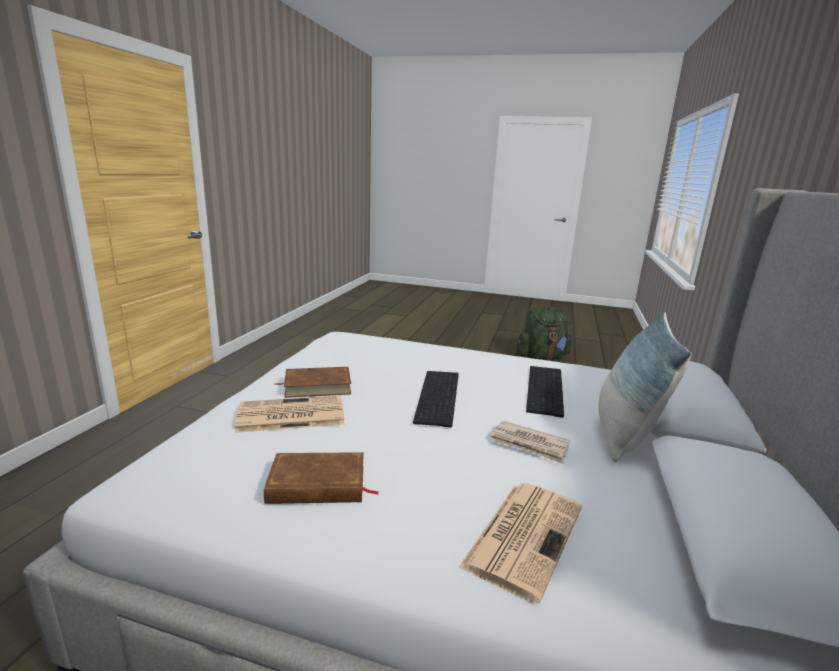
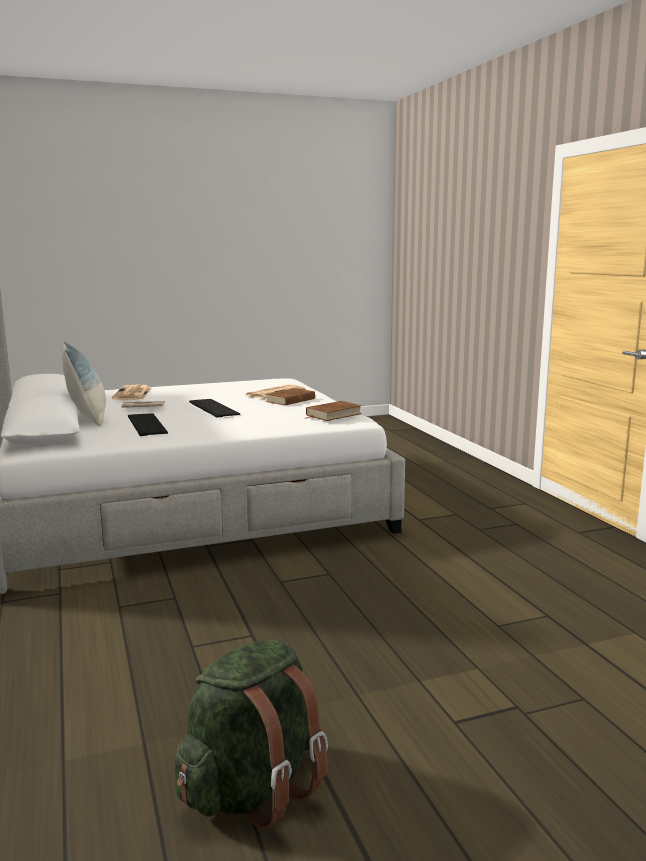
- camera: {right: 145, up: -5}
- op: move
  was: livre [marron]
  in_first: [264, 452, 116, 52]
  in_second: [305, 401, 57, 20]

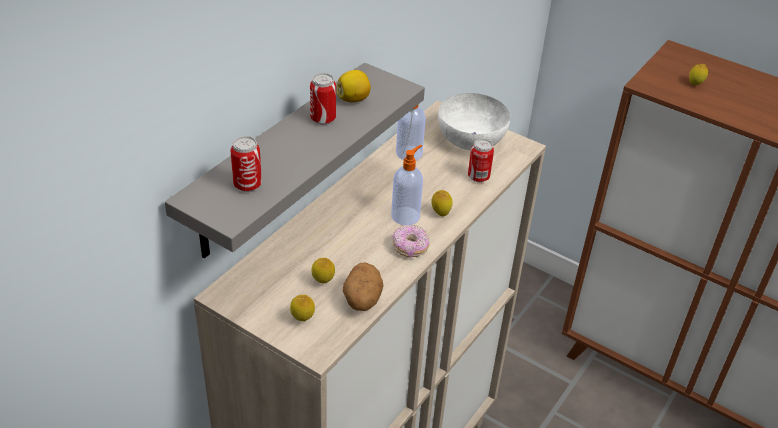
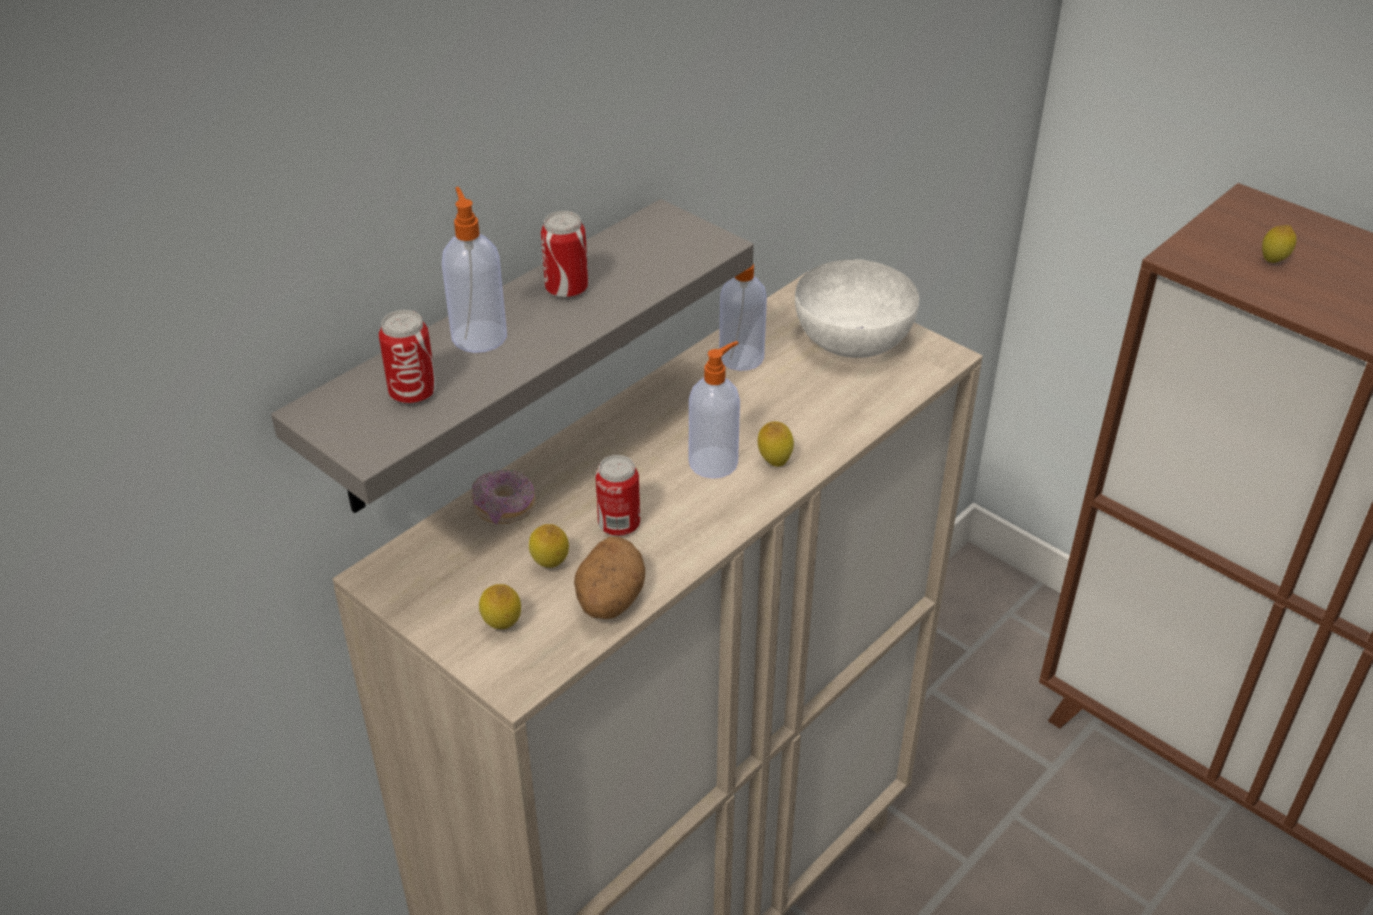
- camera: {right: 10, up: 0}
- op: delete
  was: citron
  in_first: [337, 70, 34, 32]
- op: move
  was: beignet
  in_first: [393, 225, 36, 32]
  in_second: [471, 470, 65, 55]
- op: move
  was: boîte métallique
  in_first: [468, 139, 26, 43]
  in_second: [595, 455, 45, 81]
- op: insert
  now: distributeur de savon
  in_second: [442, 187, 65, 166]

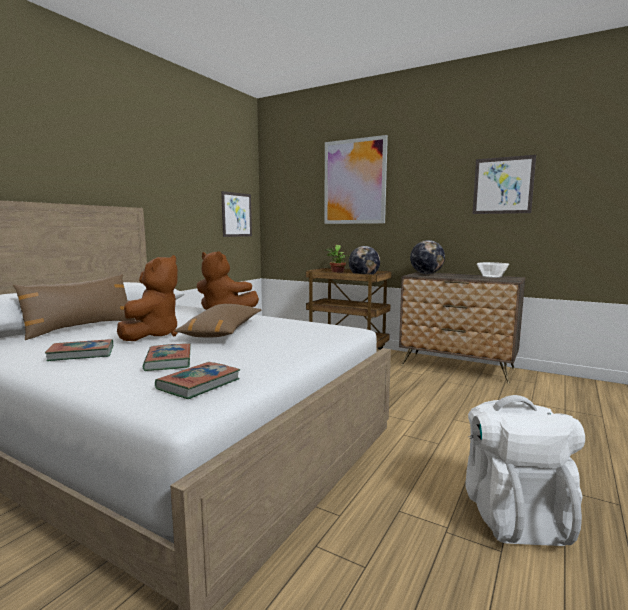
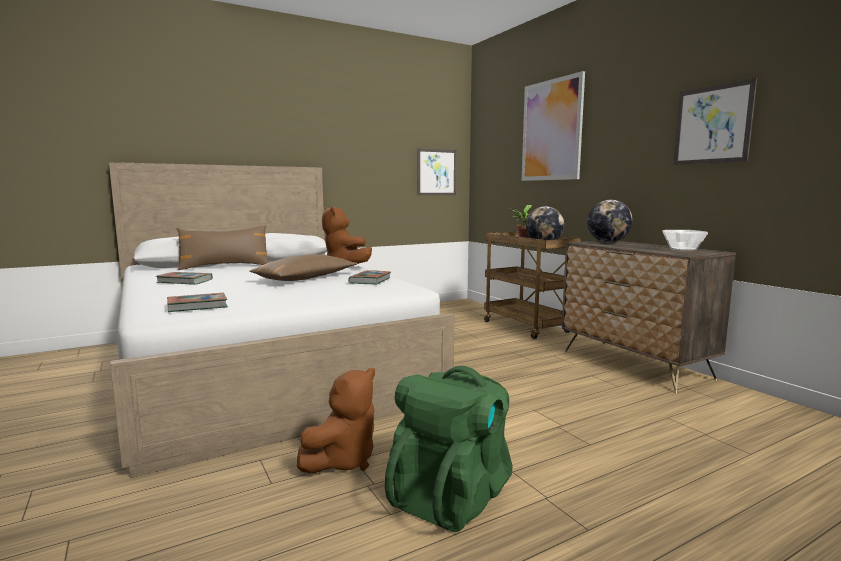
- camera: {right: 30, up: 0}
- op: move
  was: peluche [marron]
  in_first: [117, 255, 61, 86]
  in_second: [297, 368, 78, 106]
- op: move
  was: livre
  in_first: [143, 343, 48, 28]
  in_second: [348, 270, 43, 15]
- op: recolor
  was: sac à dos [blanc]
  now: sac à dos [vert]
  in_first: [465, 395, 120, 151]
  in_second: [385, 366, 128, 166]

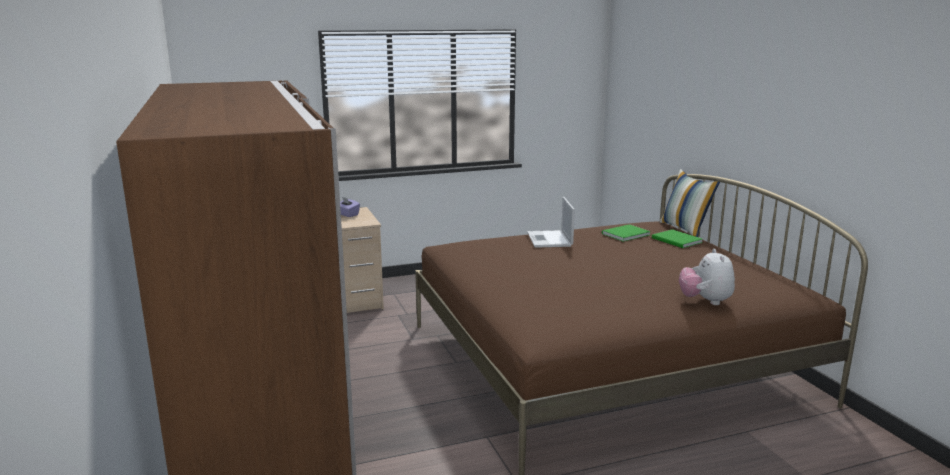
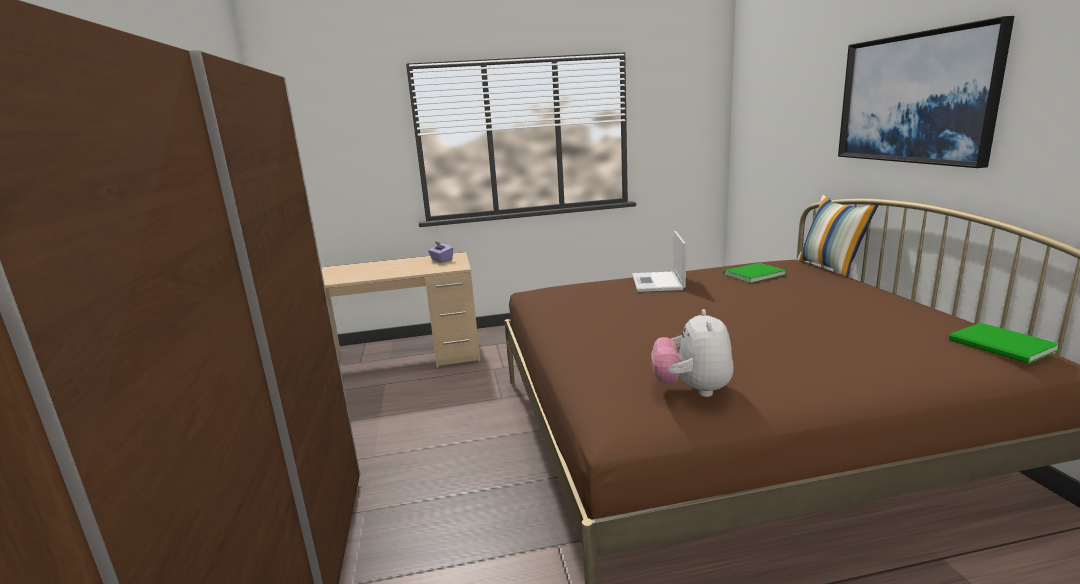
- camera: {right: 10, up: 0}
- op: move
  was: livre [vert]
  in_first: [652, 230, 51, 18]
  in_second: [949, 323, 111, 41]
- op: move
  was: peluche
  in_first: [679, 249, 56, 56]
  in_second: [651, 309, 83, 88]
- op: insert
  now: tableau
  in_second: [838, 16, 176, 152]

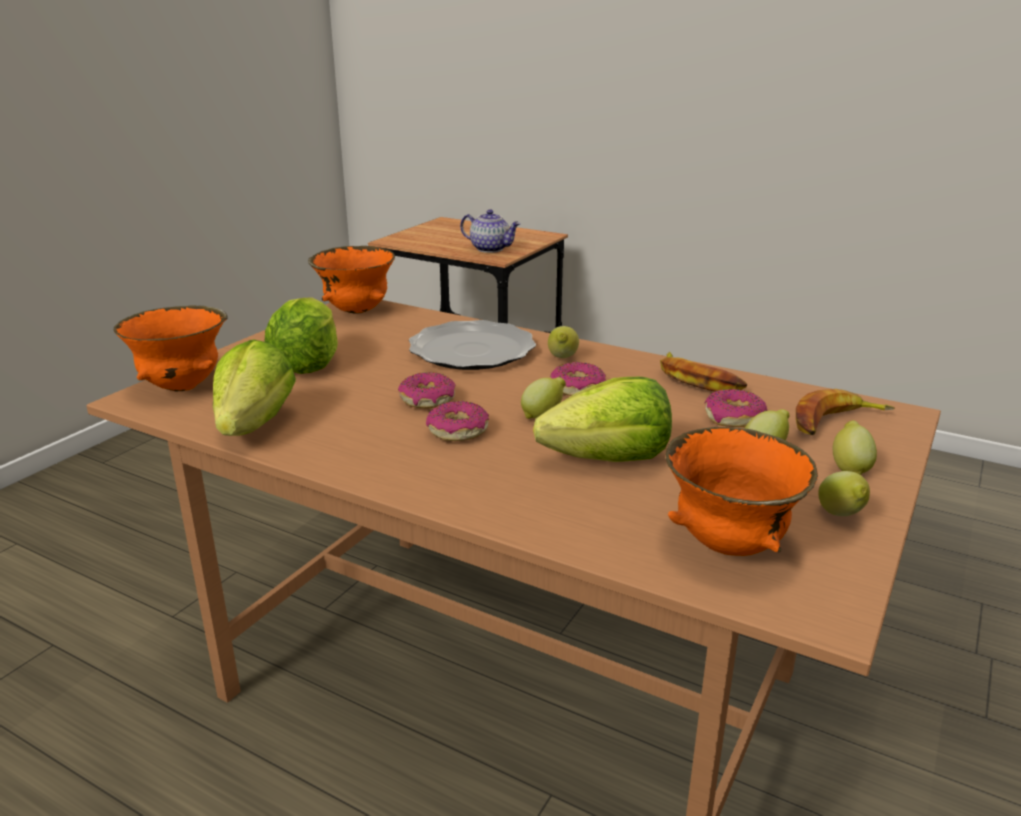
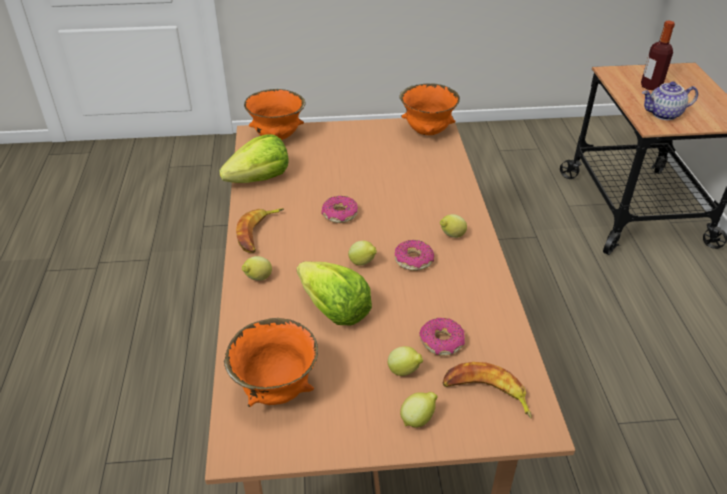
- camera: {right: 55, up: 15}
- op: delete
  was: laitue
  in_first: [264, 298, 74, 76]
- op: delete
  was: assiette
  in_first: [409, 320, 127, 50]
- op: delete
  was: beignet
  in_first: [426, 401, 63, 40]
- op: rotate
  was: théière
  in_first: [460, 209, 61, 44]
  in_second: [642, 81, 56, 39]
  clockwise: 90
- op: move
  was: banane
  in_first: [660, 352, 87, 40]
  in_second: [236, 208, 48, 45]
- op: move
  was: citron
  in_first: [818, 471, 52, 45]
  in_second: [242, 256, 30, 25]
- op: insert
  now: bouteille
  in_second: [641, 21, 34, 69]

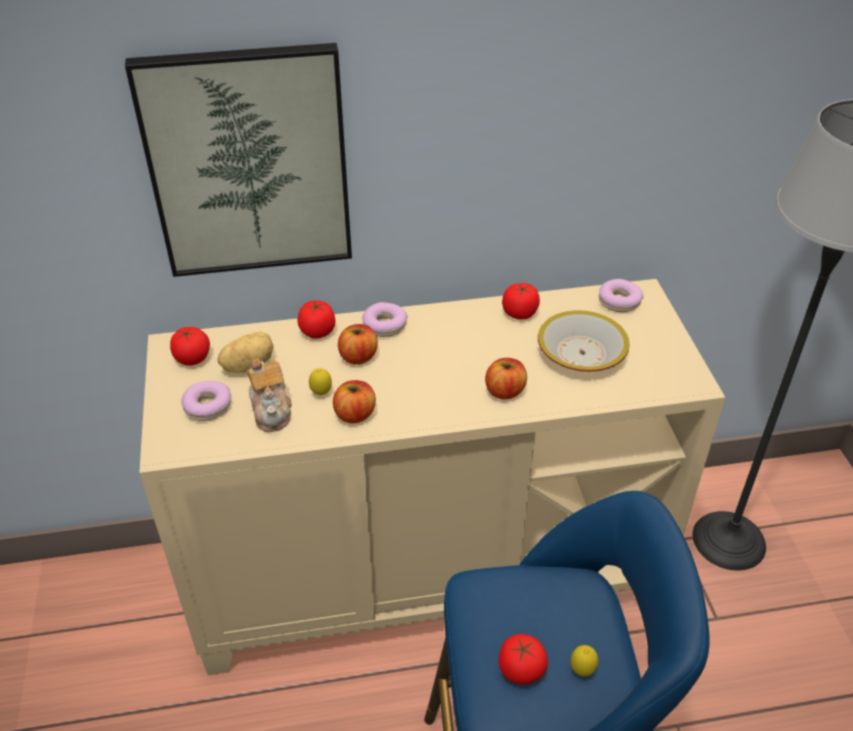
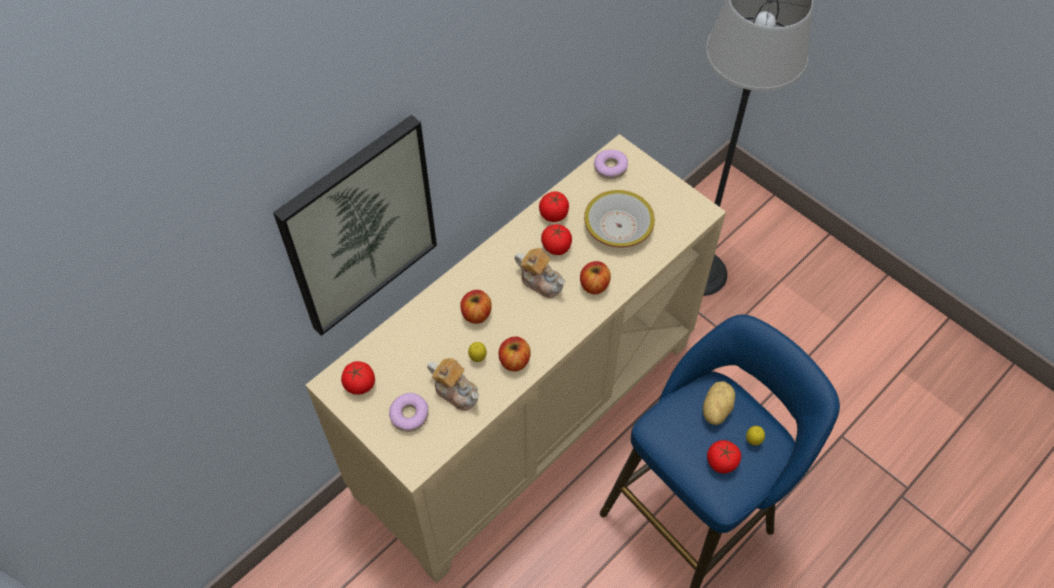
- camera: {right: -35, up: 15}
- op: move
  was: pomme de terre
  in_first: [218, 331, 56, 42]
  in_second: [703, 381, 32, 44]
- op: move
  was: tomate
  in_first: [297, 300, 39, 39]
  in_second: [541, 224, 31, 31]
- op: delete
  was: beignet
  in_first: [362, 302, 46, 35]
- op: insert
  now: théière
  in_second: [514, 248, 51, 50]

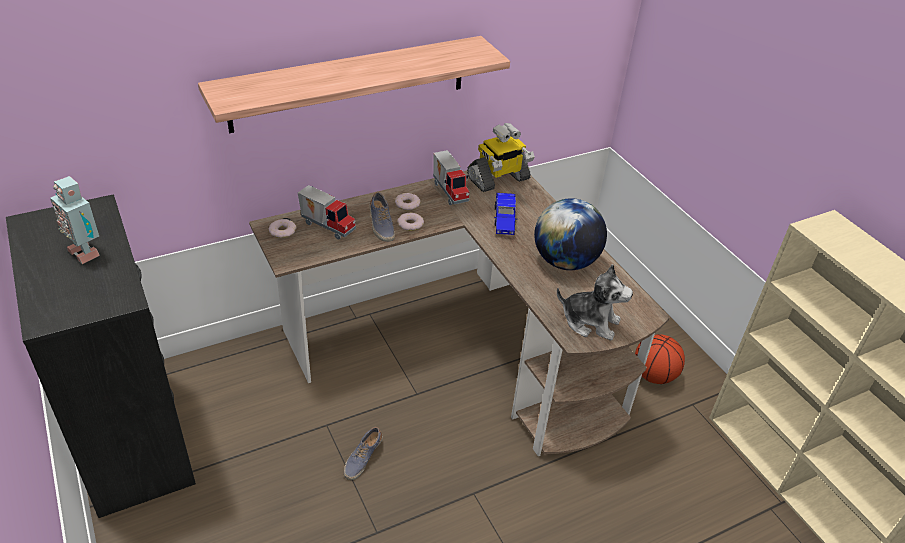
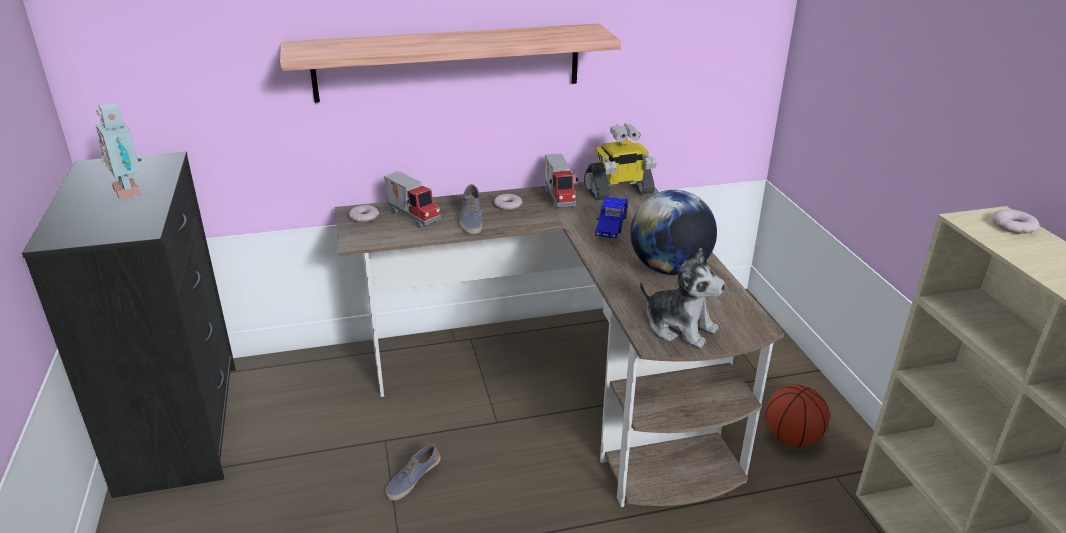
- camera: {right: 15, up: -10}
- op: move
  was: beignet
  in_first: [397, 213, 27, 18]
  in_second: [992, 209, 47, 25]

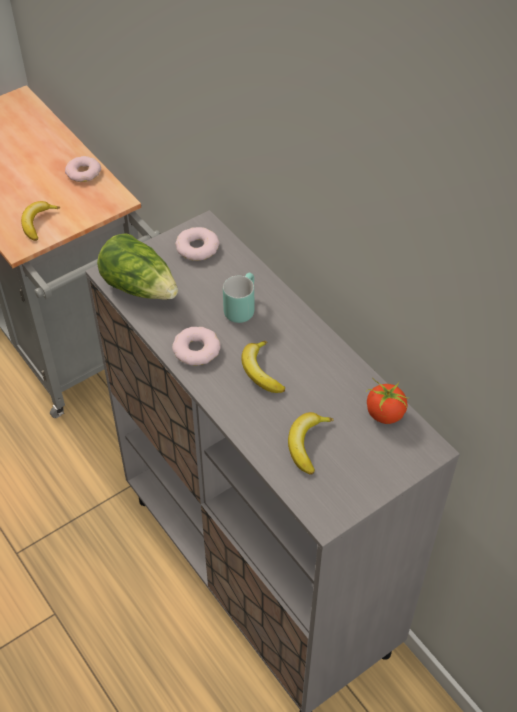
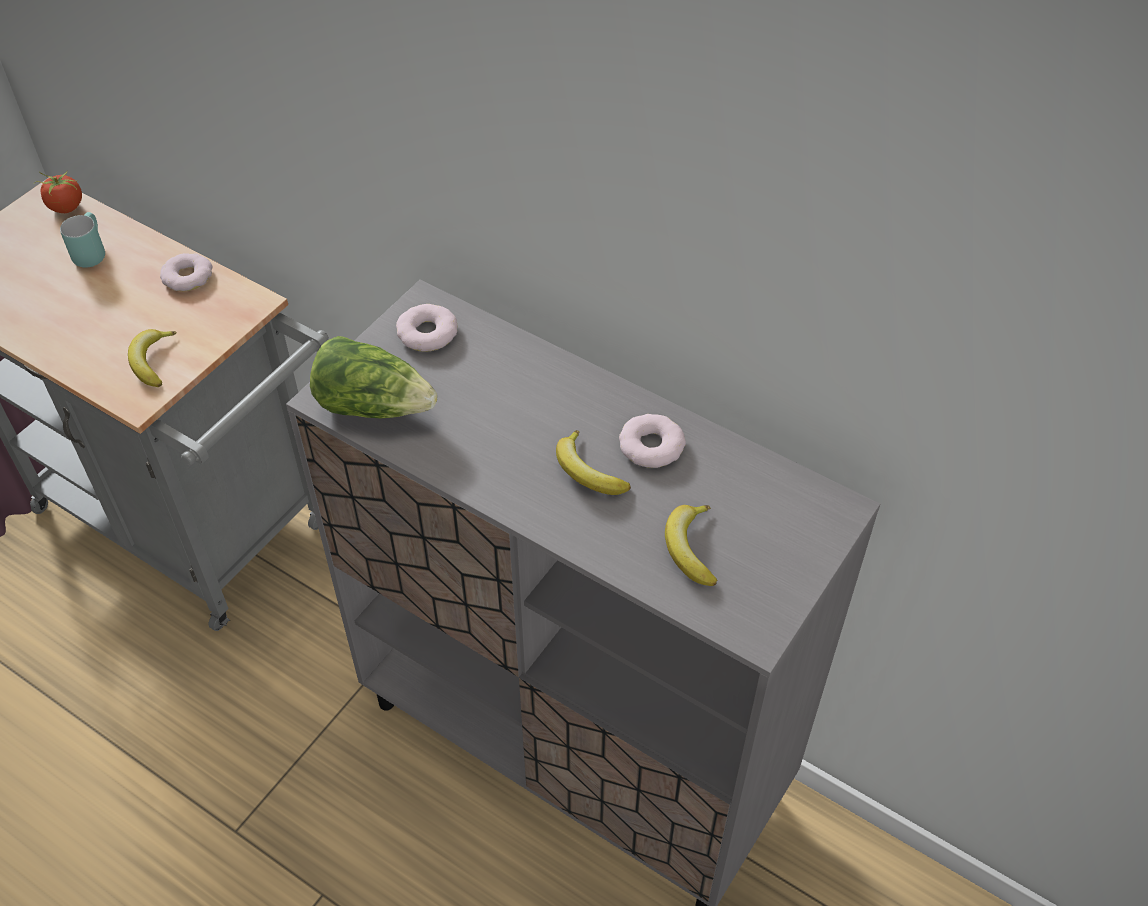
- camera: {right: -20, up: 0}
- op: move
  was: beignet
  in_first: [172, 327, 49, 38]
  in_second: [619, 414, 67, 54]
- op: move
  was: mug [turquoise]
  in_first: [223, 273, 31, 50]
  in_second: [60, 212, 45, 56]
- op: move
  was: tomate
  in_first: [366, 377, 41, 47]
  in_second: [34, 172, 48, 41]

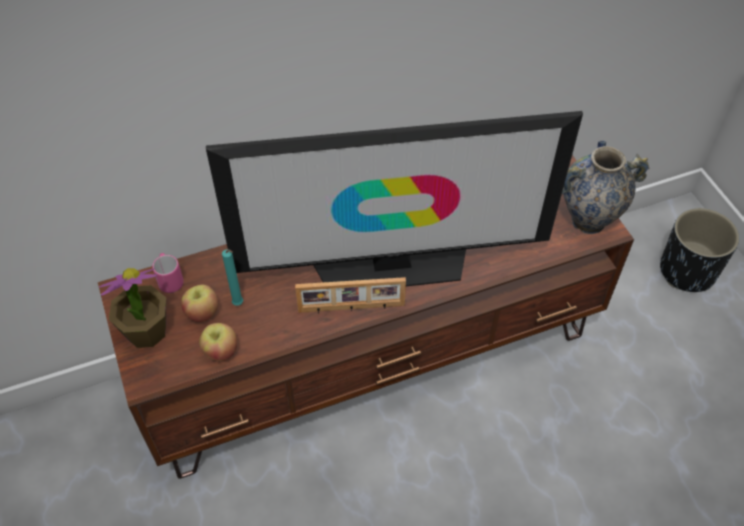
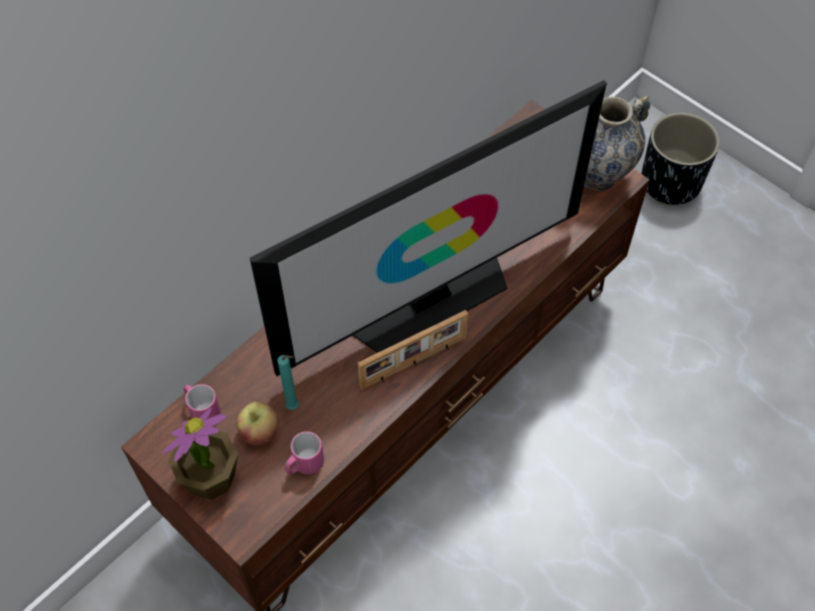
- camera: {right: -25, up: 5}
- op: replace
  was: pomme
  now: mug [rose]
  in_first: [199, 323, 38, 38]
  in_second: [285, 431, 39, 44]

